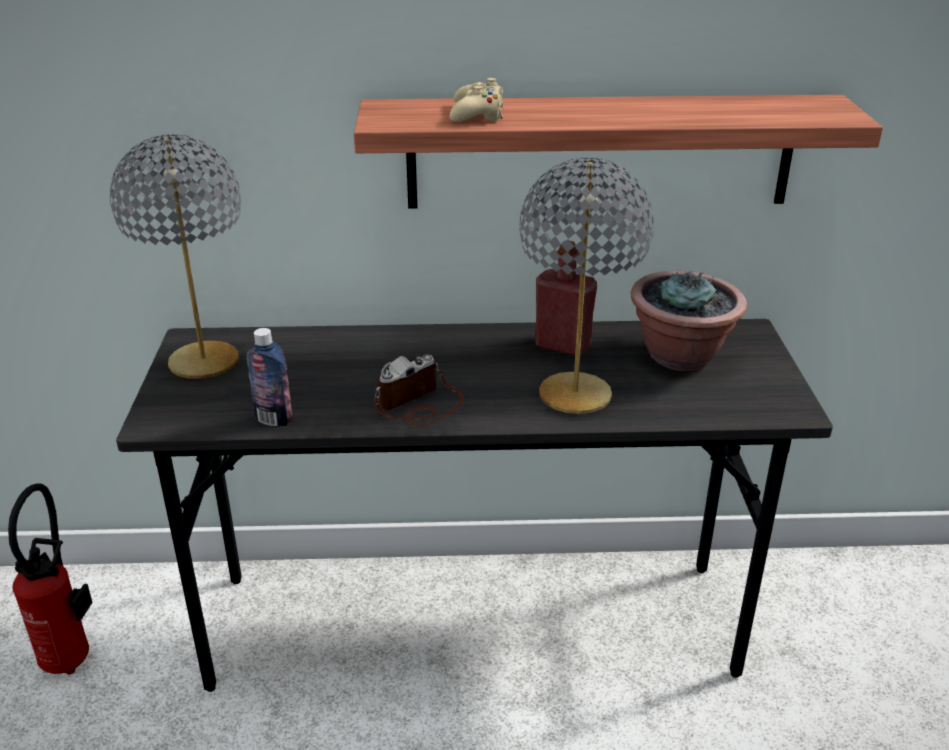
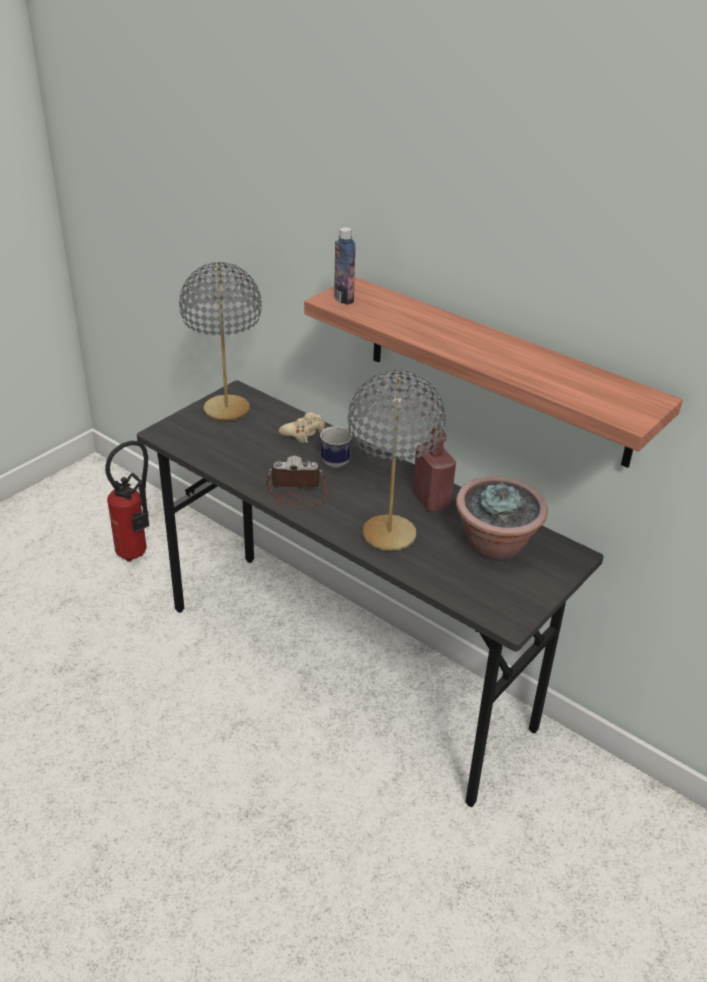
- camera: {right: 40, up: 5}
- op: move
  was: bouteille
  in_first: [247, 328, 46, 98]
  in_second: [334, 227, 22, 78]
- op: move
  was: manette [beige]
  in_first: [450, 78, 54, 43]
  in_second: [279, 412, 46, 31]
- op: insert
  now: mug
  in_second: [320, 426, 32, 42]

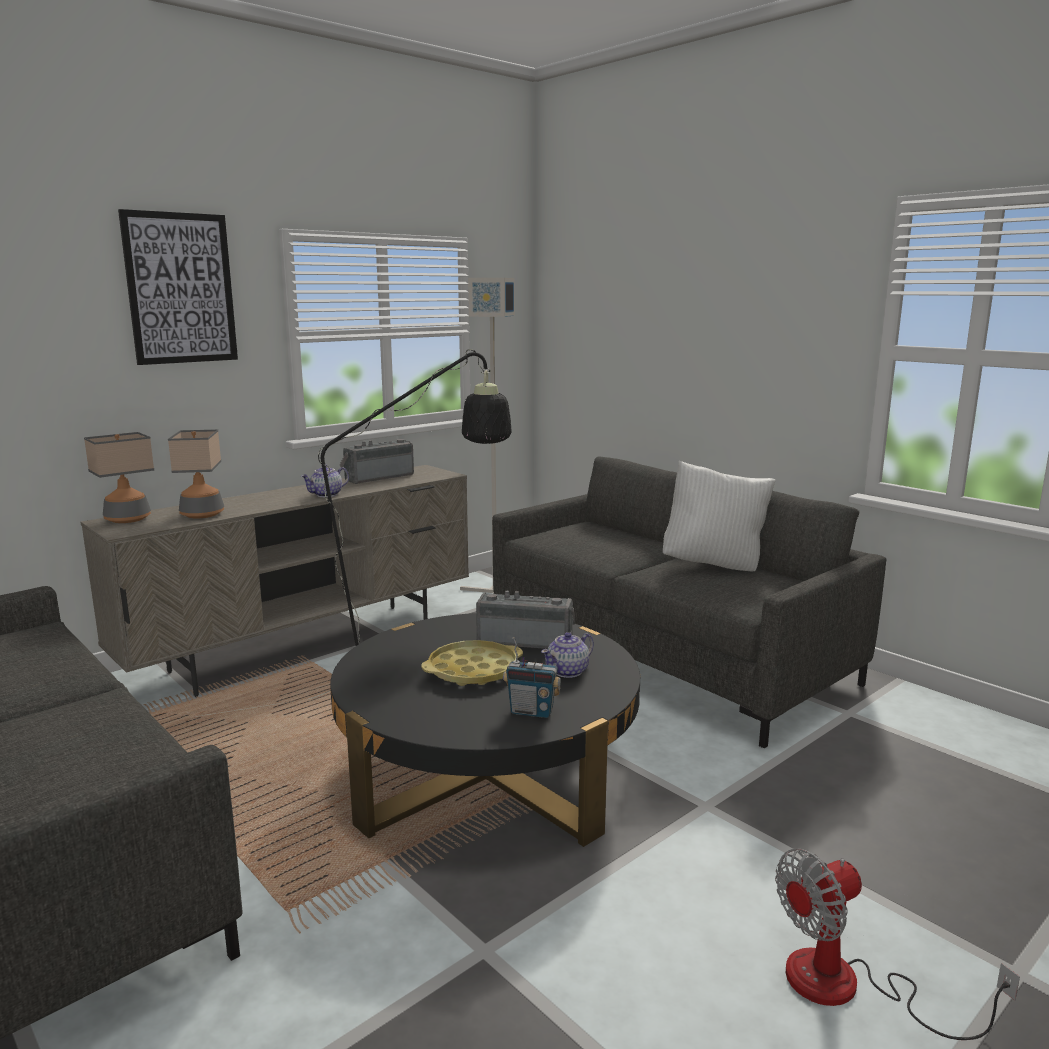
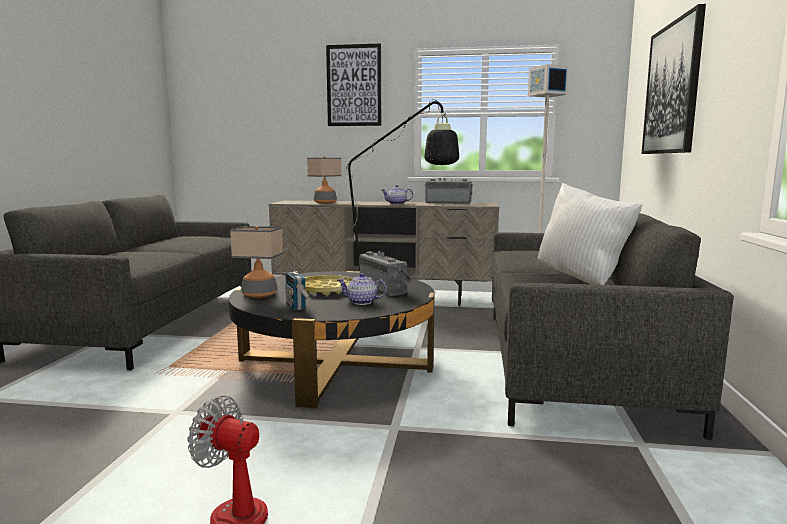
- camera: {right: 50, up: -5}
- op: move
  was: lampe de table
  in_first: [84, 432, 70, 91]
  in_second: [230, 226, 53, 72]
- op: insert
  now: tableau
  in_second: [642, 4, 64, 150]

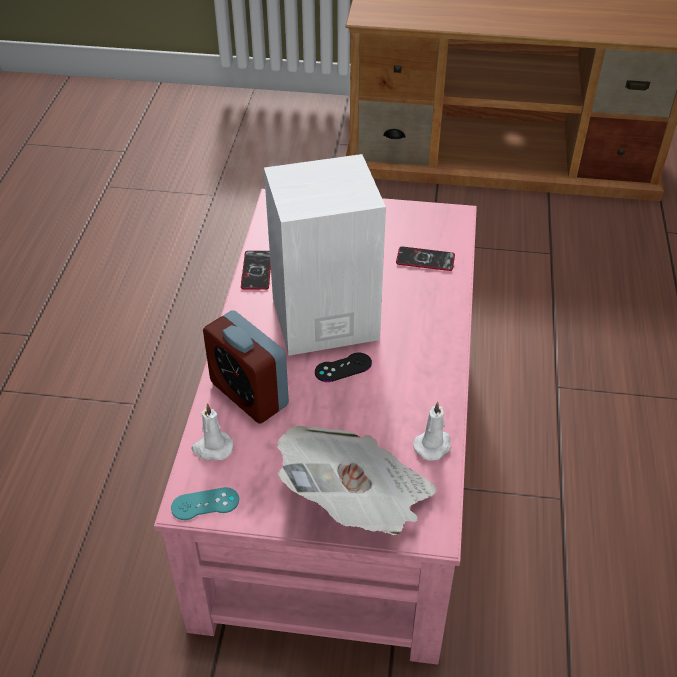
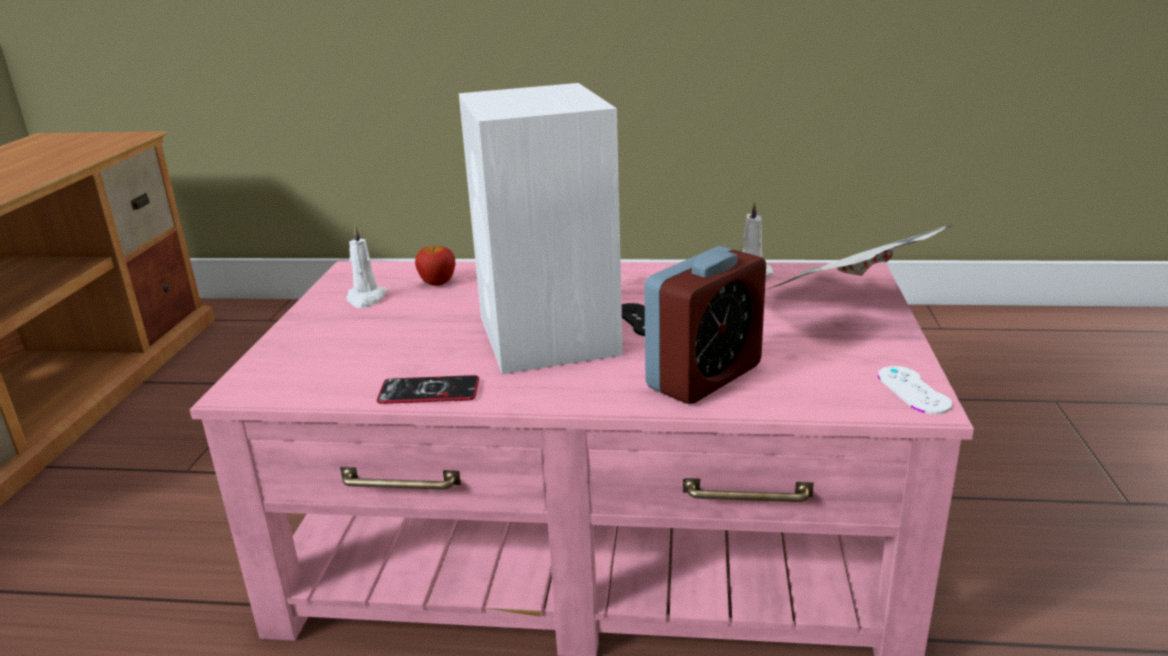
- camera: {right: -90, up: -20}
- op: recolor
  was: manette [turquoise]
  now: manette [blanc]
  in_first: [171, 487, 68, 33]
  in_second: [878, 366, 74, 48]
- op: move
  was: bougie [blanc]
  in_first: [191, 403, 43, 57]
  in_second: [347, 225, 40, 83]
- op: replace
  was: téléphone
  now: pomme
  in_first: [396, 246, 59, 25]
  in_second: [415, 246, 40, 40]

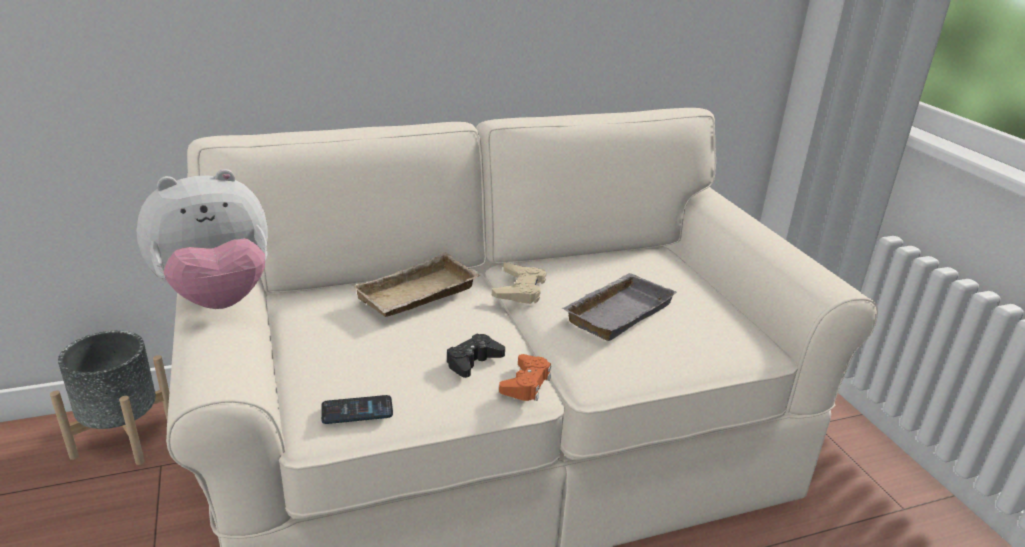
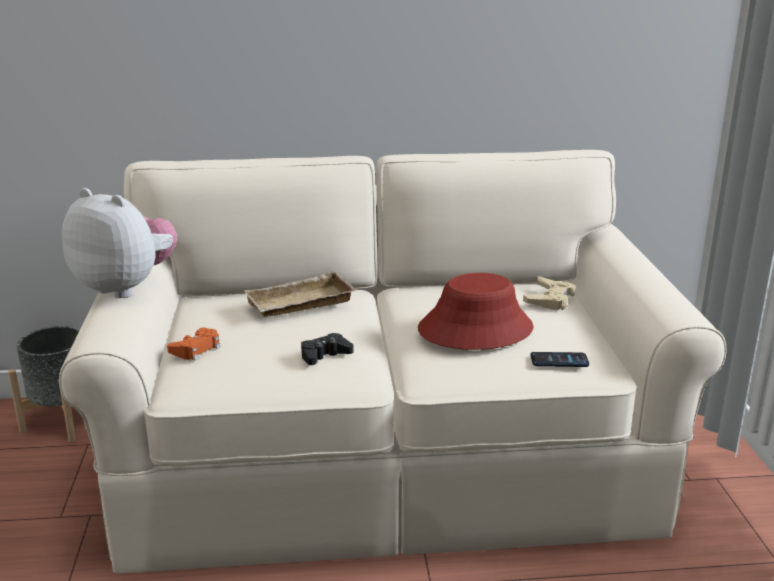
- camera: {right: 15, up: -5}
- op: rotate
  was: peluche
  in_first: [136, 169, 132, 140]
  in_second: [62, 188, 115, 110]
  clockwise: -135
- op: move
  was: téléphone
  in_first: [321, 395, 72, 29]
  in_second: [530, 352, 59, 15]
- op: move
  was: manette [beige]
  in_first: [492, 262, 54, 42]
  in_second: [523, 276, 53, 34]
- op: move
  was: manette [orange]
  in_first: [499, 354, 52, 47]
  in_second: [167, 327, 53, 34]
- op: replace
  was: plateau [gris]
  now: chapeau [rouge]
  in_first: [562, 273, 115, 68]
  in_second: [418, 273, 116, 77]

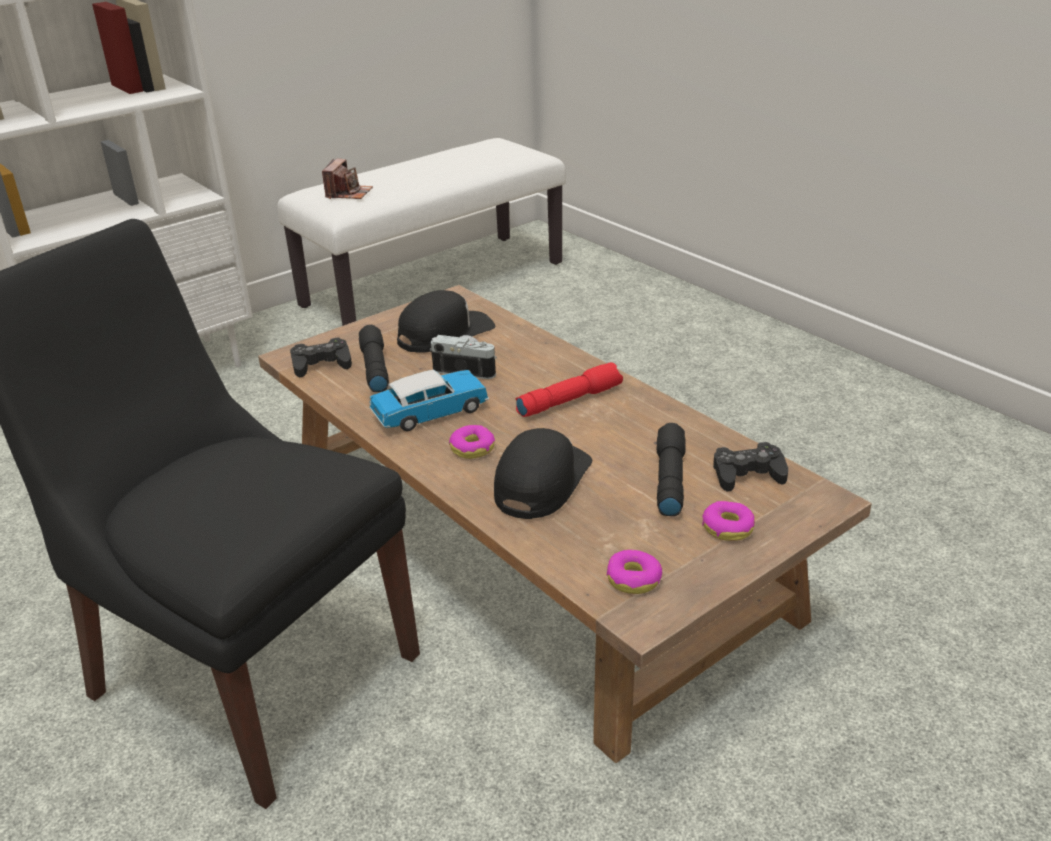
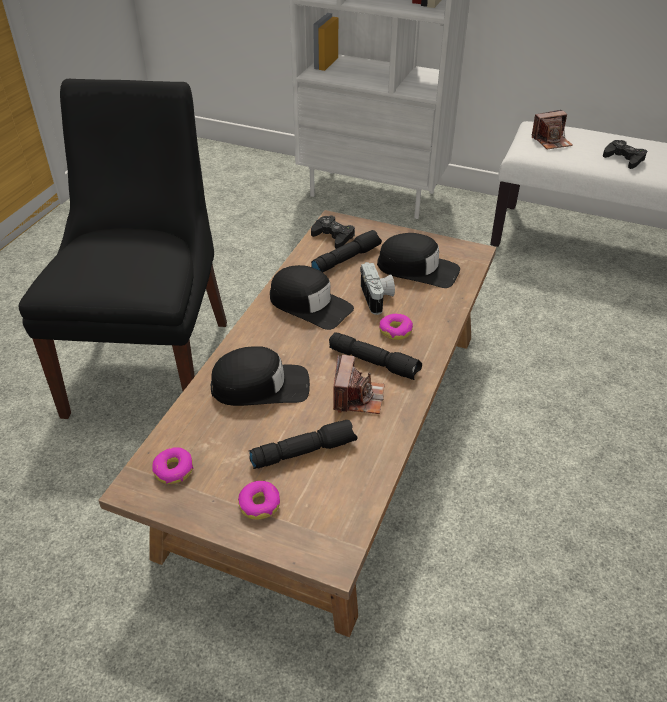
- camera: {right: 60, up: 10}
- op: replace
  was: petite voiture
  now: casquette [noir]
  in_first: [369, 369, 120, 62]
  in_second: [270, 265, 84, 65]
- op: move
  was: beignet
  in_first: [449, 425, 46, 34]
  in_second: [379, 314, 34, 26]
- op: recolor
  was: lampe de poche [rouge]
  now: lampe de poche [noir]
  in_first: [516, 362, 107, 55]
  in_second: [329, 332, 93, 48]
- op: move
  was: manette [noir]
  in_first: [713, 442, 75, 49]
  in_second: [603, 140, 44, 29]
- op: insert
  now: appareil photo
  in_second: [333, 355, 52, 59]

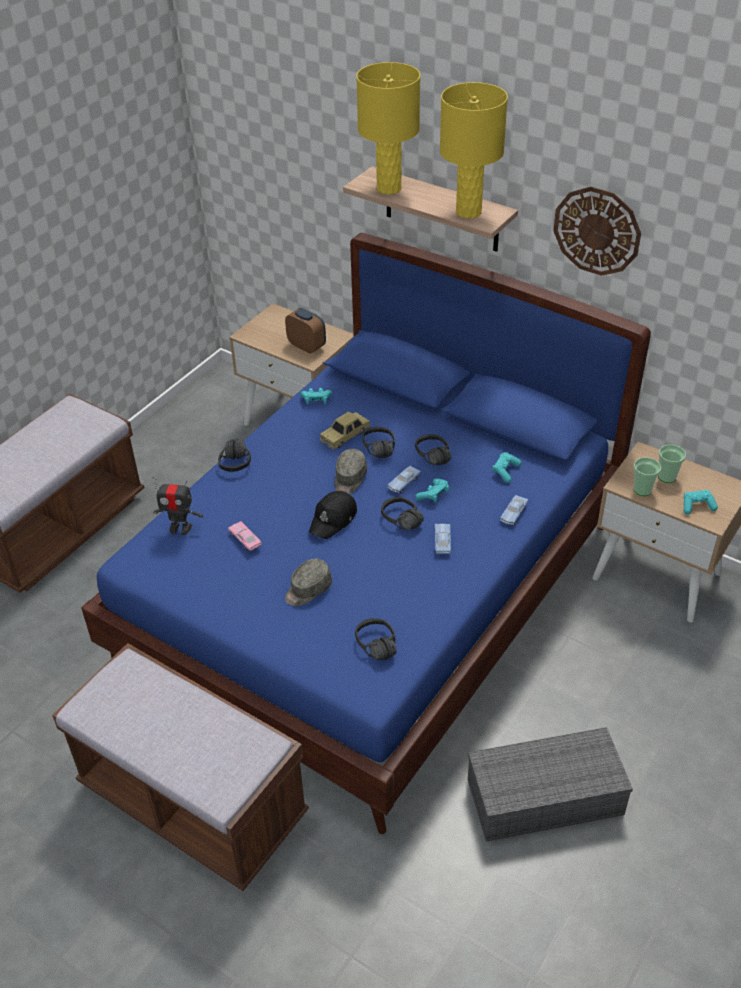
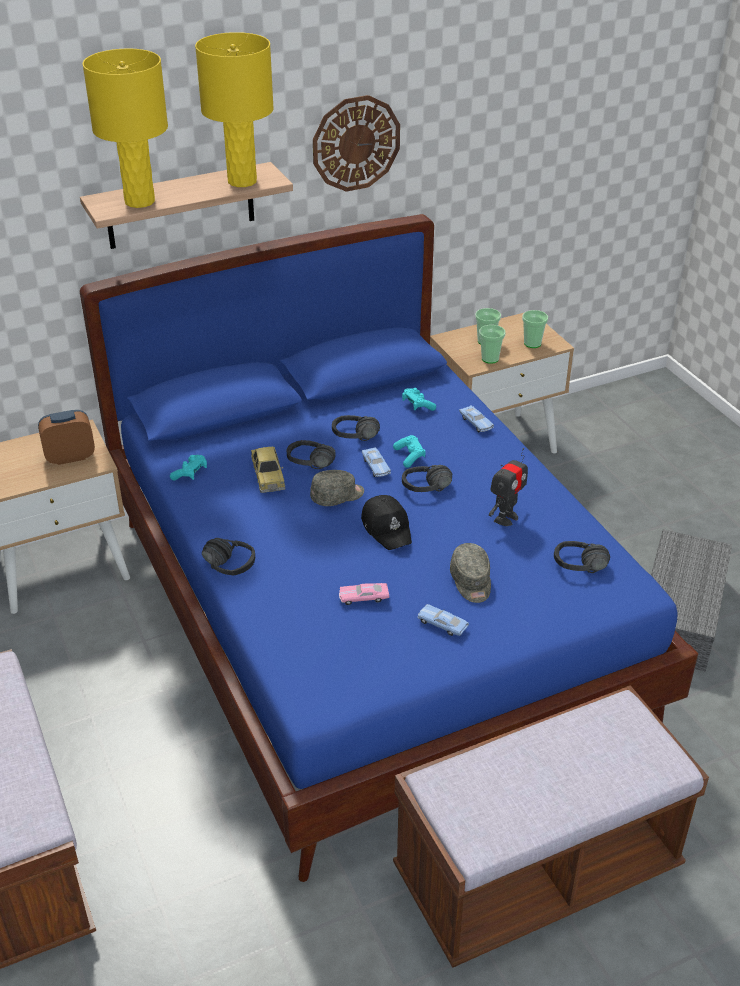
- camera: {right: -60, up: -5}
- op: move
  was: robot jouet
  in_first: [152, 477, 51, 58]
  in_second: [489, 448, 39, 78]
- op: rotate
  was: casquette [gris]
  in_first: [335, 449, 32, 45]
  in_second: [310, 470, 54, 36]
  clockwise: -75
- op: move
  was: petite voiture [bleu]
  in_first: [435, 524, 16, 30]
  in_second: [418, 604, 51, 32]
- op: replace
  was: manette [turquoise]
  now: tasse
  in_first: [684, 490, 34, 25]
  in_second: [522, 310, 26, 38]

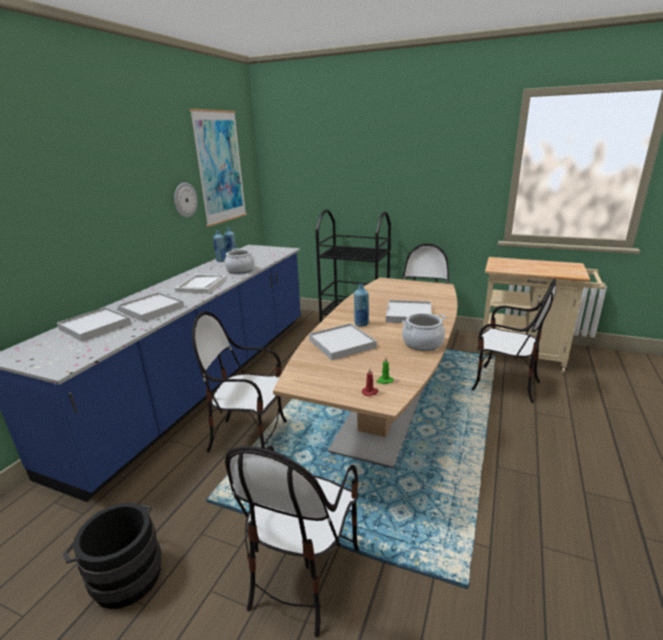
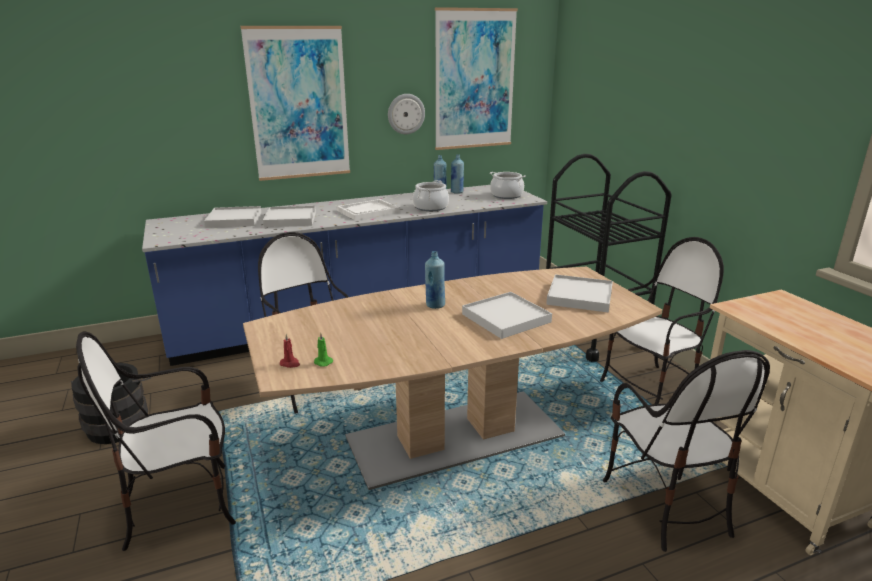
- camera: {right: 45, up: 0}
- op: move
  was: plateau [blanc]
  in_first: [309, 323, 68, 37]
  in_second: [546, 274, 67, 39]
- op: move
  was: marmite
  in_first: [402, 313, 44, 38]
  in_second: [490, 172, 36, 27]
- op: insert
  now: tableau
  in_second: [240, 26, 110, 155]

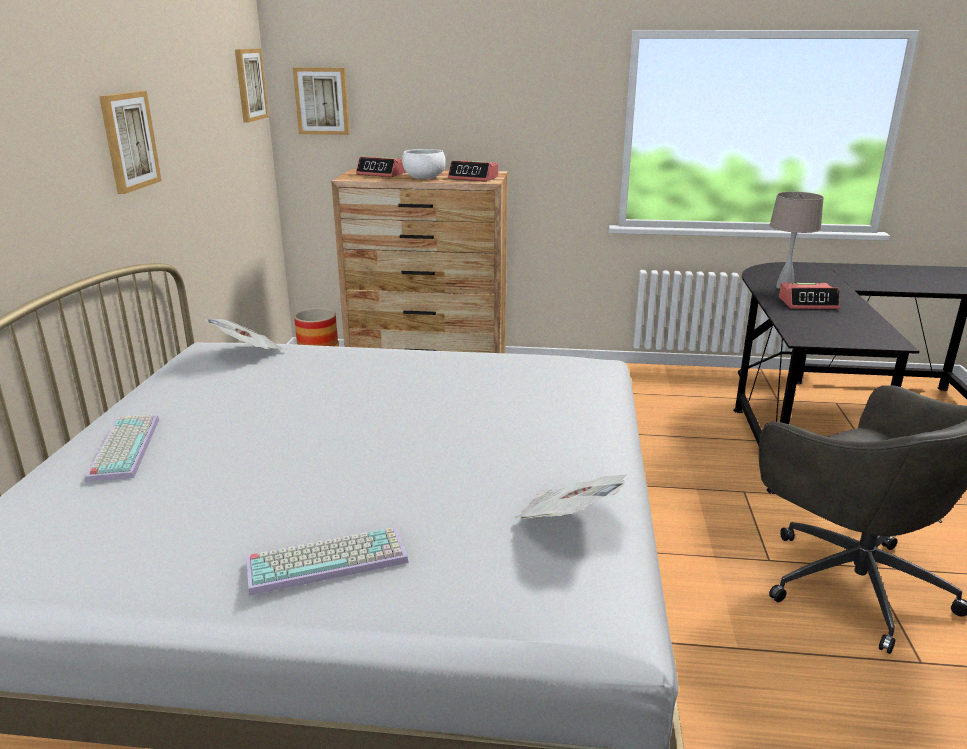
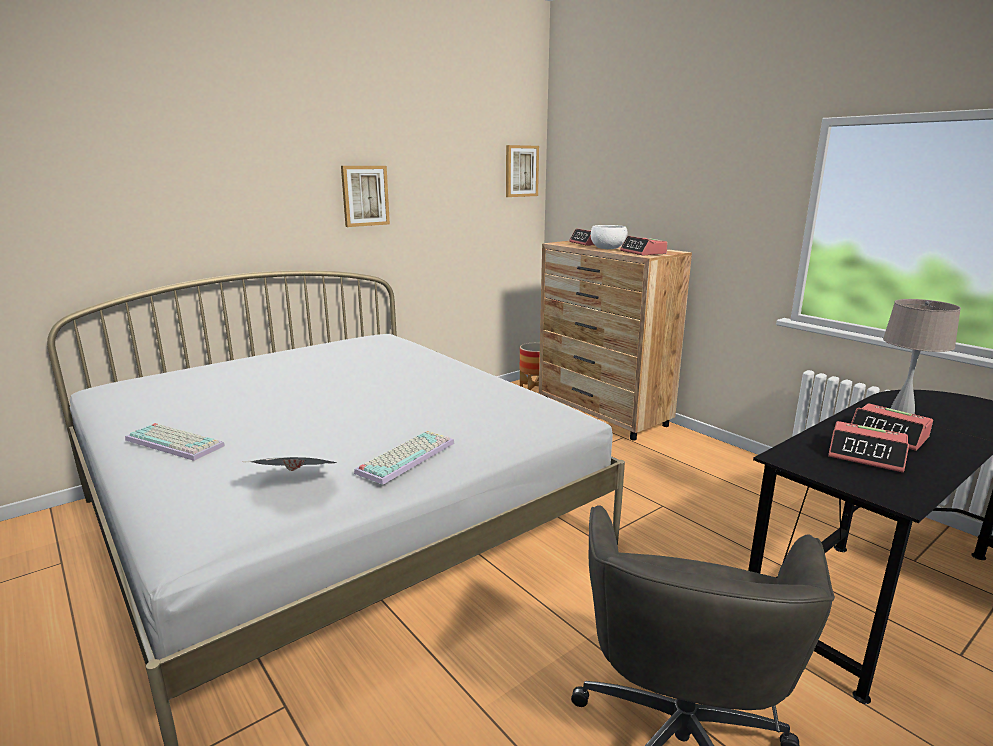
- camera: {right: 45, up: -5}
- op: move
  was: clavier
  in_first: [85, 414, 74, 68]
  in_second: [354, 431, 101, 54]
- op: delete
  was: journal
  in_first: [204, 318, 84, 32]
- op: delete
  was: tableau
  in_first: [293, 67, 57, 68]
- op: insert
  now: réveil
  in_second: [828, 421, 81, 52]

